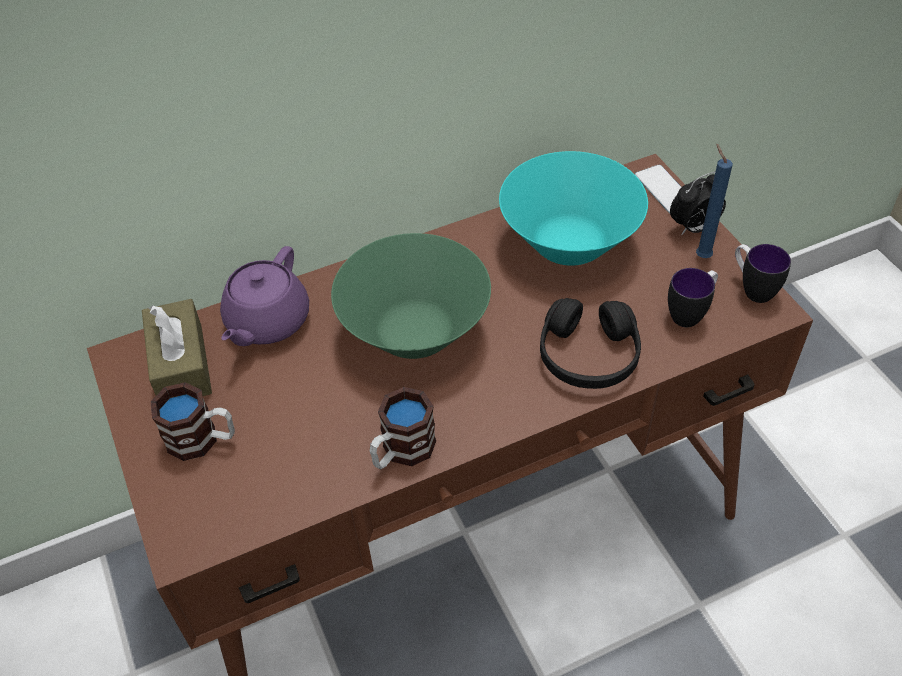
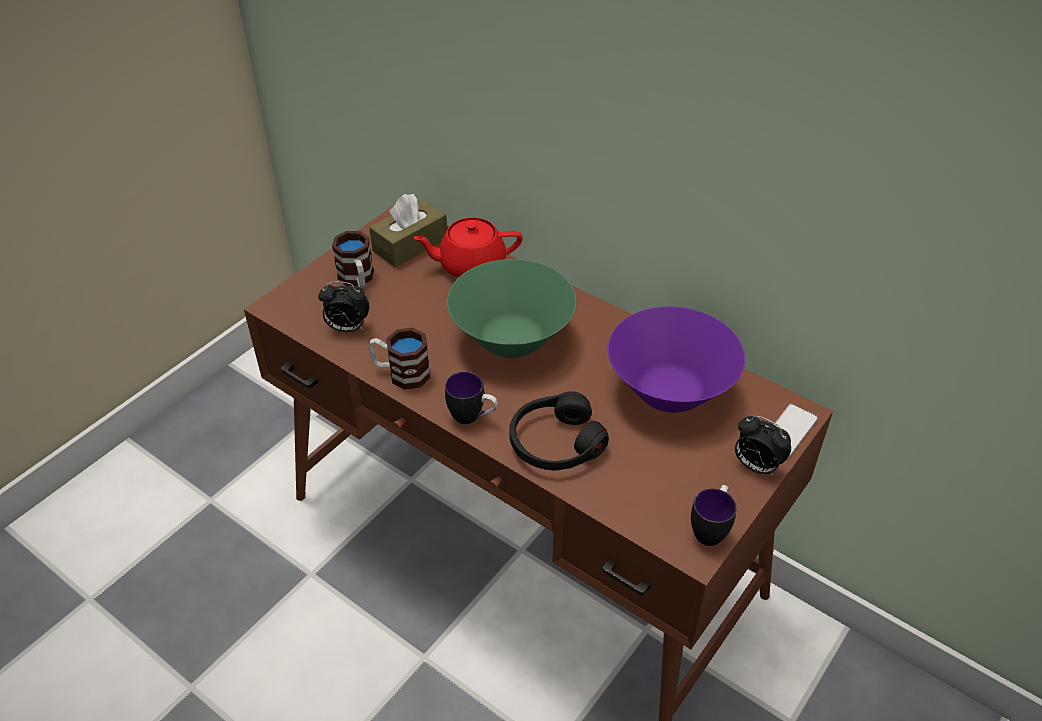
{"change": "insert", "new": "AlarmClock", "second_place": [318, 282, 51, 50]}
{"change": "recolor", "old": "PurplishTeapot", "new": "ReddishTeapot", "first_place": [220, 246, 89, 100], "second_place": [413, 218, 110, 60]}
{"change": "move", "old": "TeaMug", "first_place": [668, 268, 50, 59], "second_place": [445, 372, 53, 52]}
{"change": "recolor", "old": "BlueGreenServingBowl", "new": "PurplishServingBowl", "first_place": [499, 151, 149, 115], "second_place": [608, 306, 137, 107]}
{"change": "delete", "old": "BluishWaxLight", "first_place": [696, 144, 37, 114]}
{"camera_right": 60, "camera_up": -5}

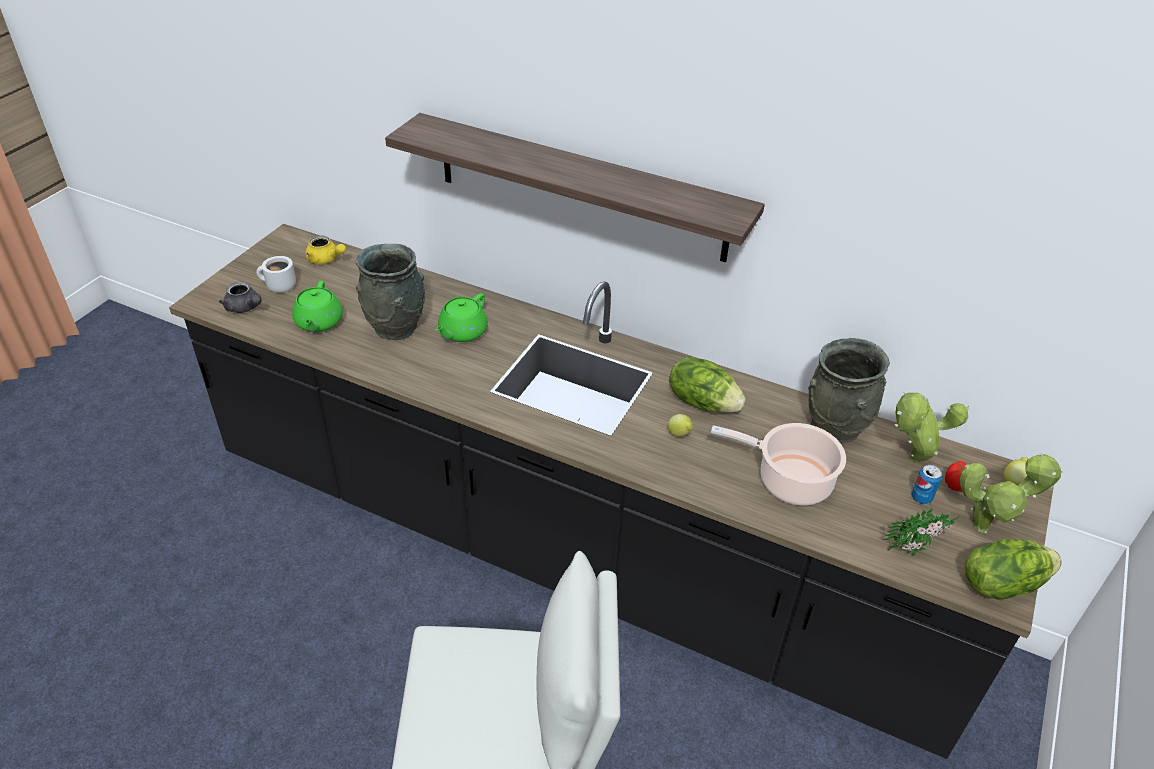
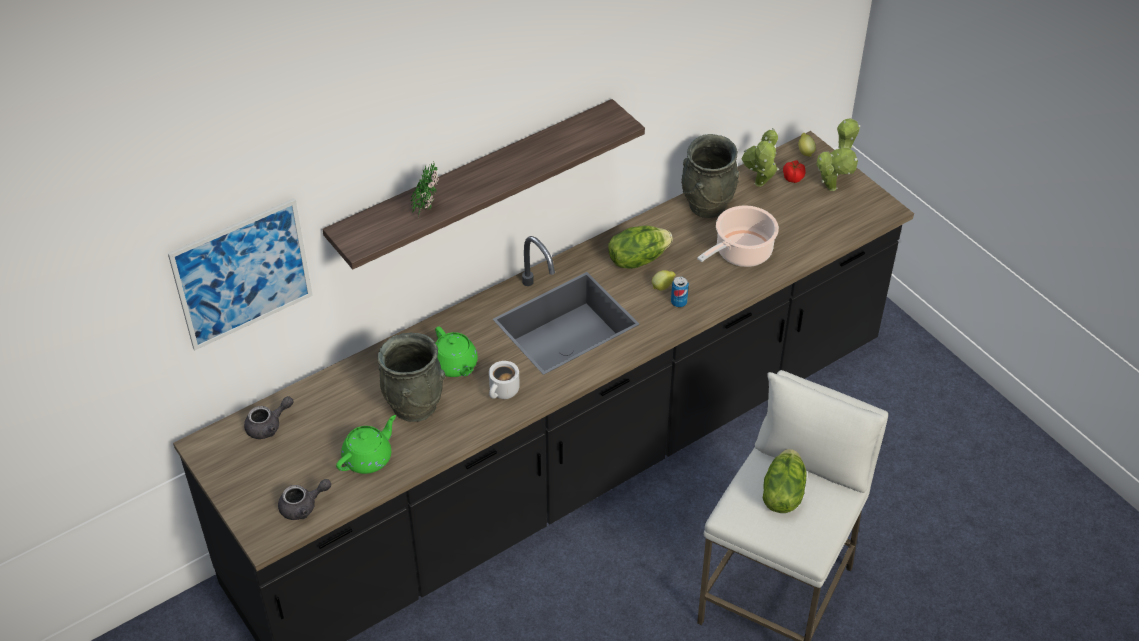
{"change": "insert", "new": "WallArt", "second_place": [168, 198, 145, 152]}
{"change": "recolor", "old": "YellowTeapot", "new": "GreyTeapot", "first_place": [305, 236, 41, 28], "second_place": [244, 396, 49, 43]}
{"change": "rotate", "old": "GreenColouredTeapot", "first_place": [292, 281, 51, 51], "second_place": [336, 415, 60, 59], "degrees": -75}
{"change": "move", "old": "Houseplant", "first_place": [884, 508, 73, 48], "second_place": [411, 161, 28, 58]}
{"change": "move", "old": "WhitishTeaMug", "first_place": [256, 256, 40, 37], "second_place": [489, 361, 31, 38]}
{"change": "move", "old": "Can", "first_place": [912, 465, 30, 39], "second_place": [671, 277, 18, 30]}
{"change": "move", "old": "LettuceHead", "first_place": [964, 539, 98, 60], "second_place": [763, 449, 44, 64]}
{"camera_right": -60, "camera_up": 5}

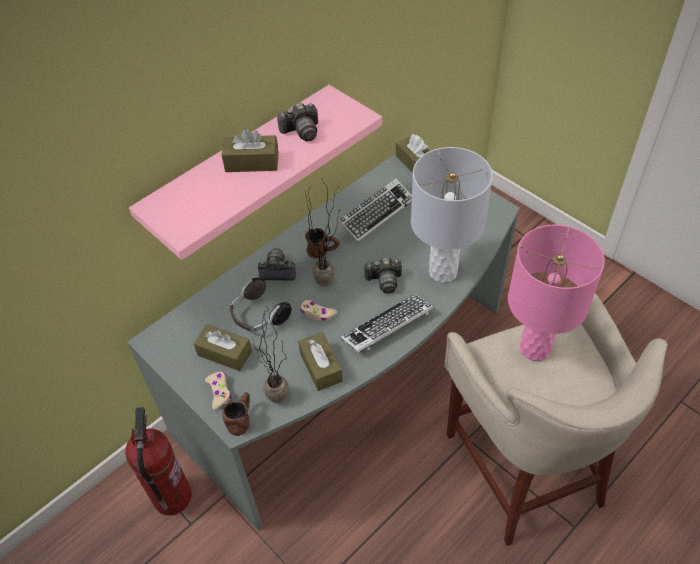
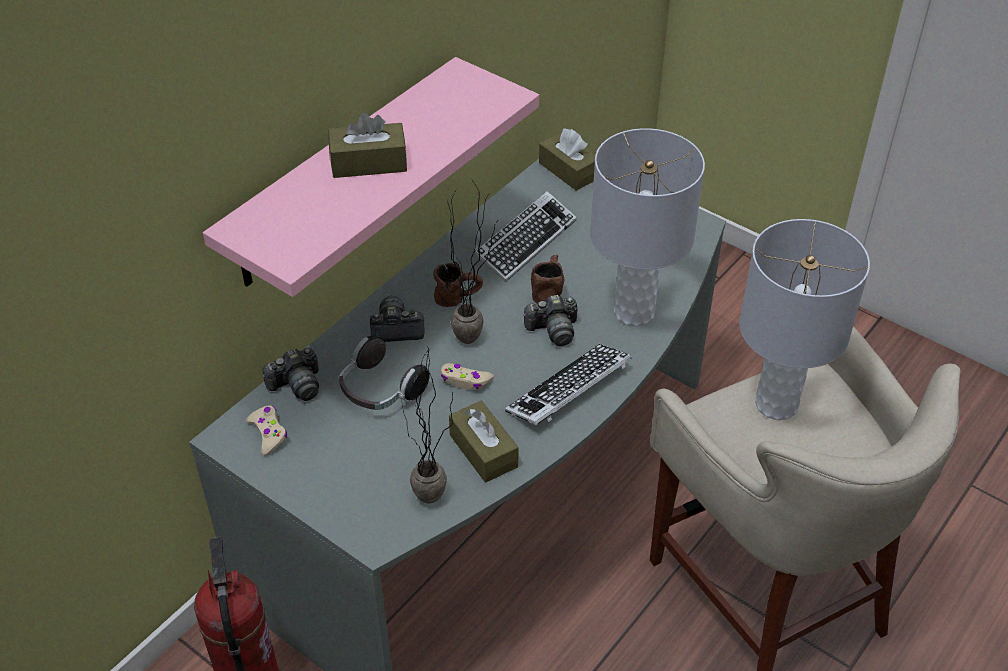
{"change": "move", "old": "SandColouredGamepad", "first_place": [205, 372, 26, 38], "second_place": [246, 405, 41, 51]}
{"change": "move", "old": "StillCamera", "first_place": [277, 103, 41, 39], "second_place": [262, 348, 57, 53]}
{"change": "move", "old": "BrownTeaMug", "first_place": [222, 392, 28, 44], "second_place": [531, 255, 33, 48]}
{"change": "recolor", "old": "PinkTabletopLamp", "new": "GreyTabletopLamp", "first_place": [508, 225, 97, 136], "second_place": [739, 219, 131, 201]}
{"change": "delete", "old": "BrownTissueBox", "first_place": [194, 324, 58, 47]}
{"camera_right": -10, "camera_up": -5}

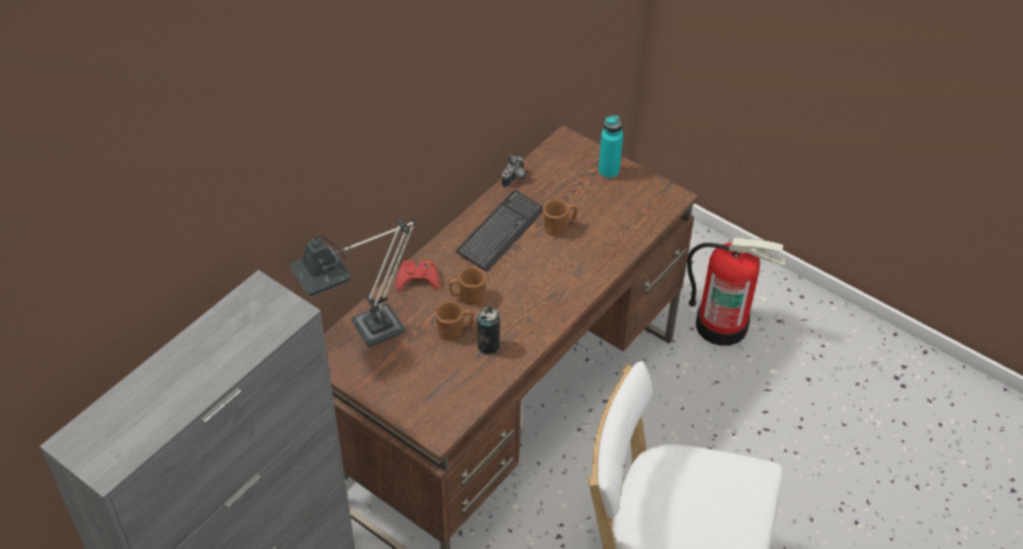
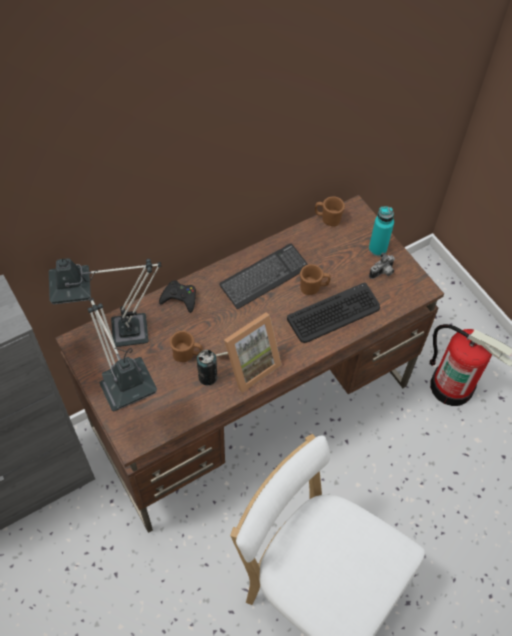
{"change": "insert", "new": "TabletopLamp", "second_place": [88, 297, 69, 114]}
{"change": "recolor", "old": "ReddishGamepad", "new": "BlackishGamepad", "first_place": [396, 260, 44, 31], "second_place": [159, 280, 37, 33]}
{"change": "insert", "new": "StandingFrame", "second_place": [216, 312, 66, 81]}
{"change": "insert", "new": "PcKeyboard", "second_place": [287, 283, 93, 60]}
{"change": "move", "old": "BrownTeaMug", "first_place": [449, 267, 37, 38], "second_place": [315, 197, 30, 29]}
{"change": "move", "old": "StillCamera", "first_place": [502, 154, 25, 34], "second_place": [369, 252, 26, 27]}
{"camera_right": 20, "camera_up": 10}

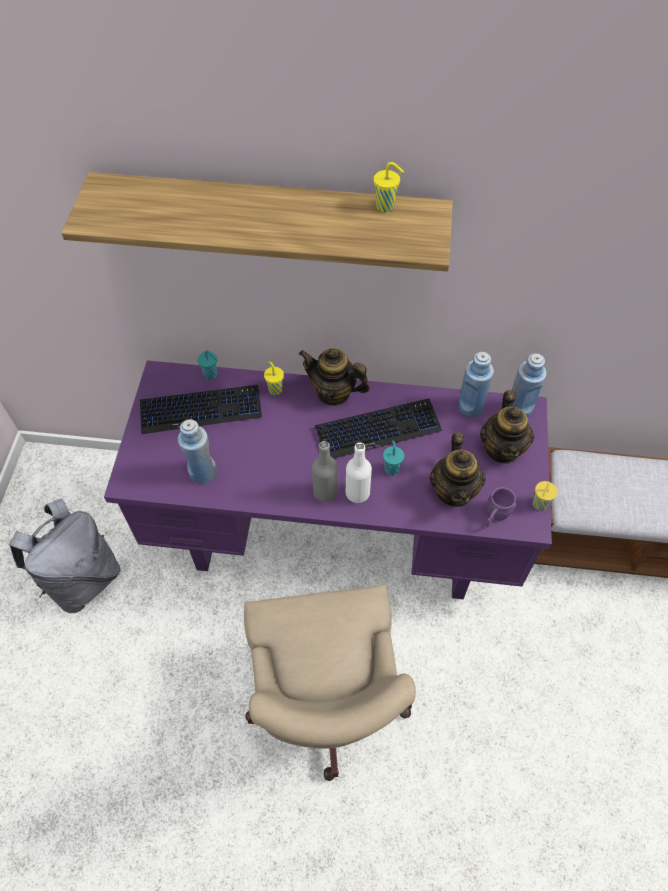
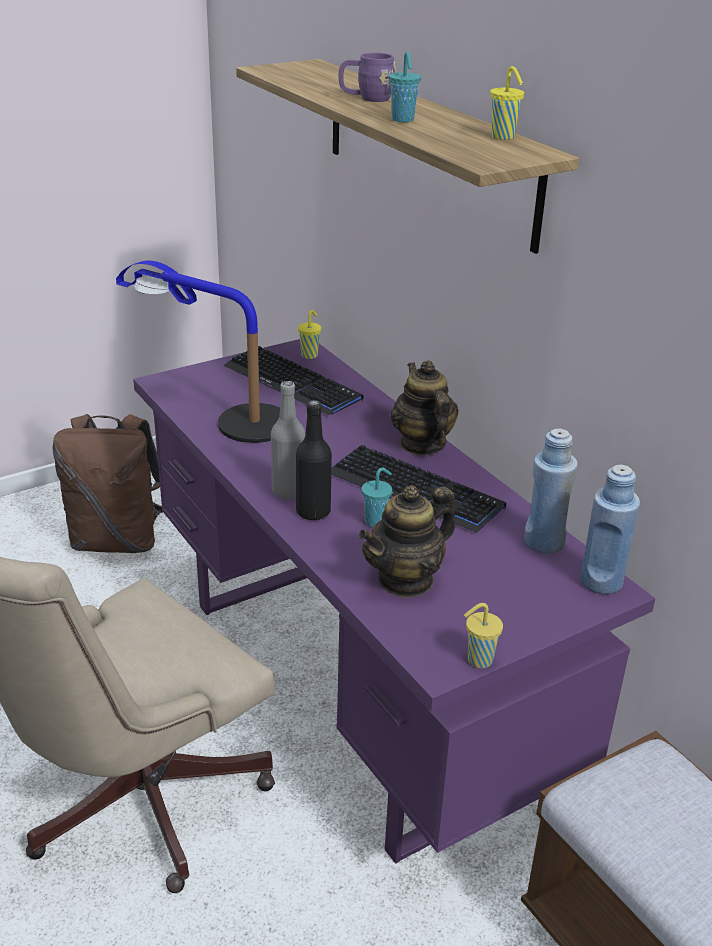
{"change": "recolor", "old": "GreyKnapsack", "new": "BrownKnapsack", "first_place": [9, 499, 112, 114], "second_place": [52, 414, 111, 139]}
{"change": "replace", "old": "BluishBottle", "new": "TabletopLamp", "first_place": [178, 419, 39, 65], "second_place": [116, 261, 164, 182]}
{"change": "recolor", "old": "WhitishBottle", "new": "BlackishBottle", "first_place": [346, 442, 26, 61], "second_place": [296, 400, 36, 121]}
{"change": "move", "old": "YellowDrinkingCup", "first_place": [264, 361, 20, 34], "second_place": [298, 310, 23, 49]}
{"change": "move", "old": "PurplishTeaMug", "first_place": [486, 487, 30, 40], "second_place": [339, 52, 58, 50]}
{"change": "move", "old": "BlueGreenDrinkingCup", "first_place": [197, 350, 20, 30], "second_place": [389, 52, 32, 70]}
{"change": "delete", "old": "Teapot", "first_place": [480, 390, 55, 74]}
{"camera_right": 50, "camera_up": -25}

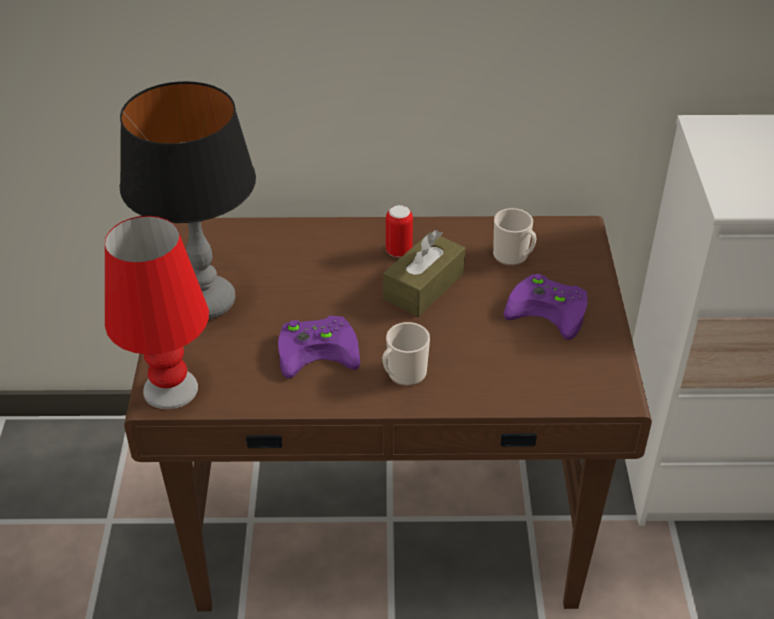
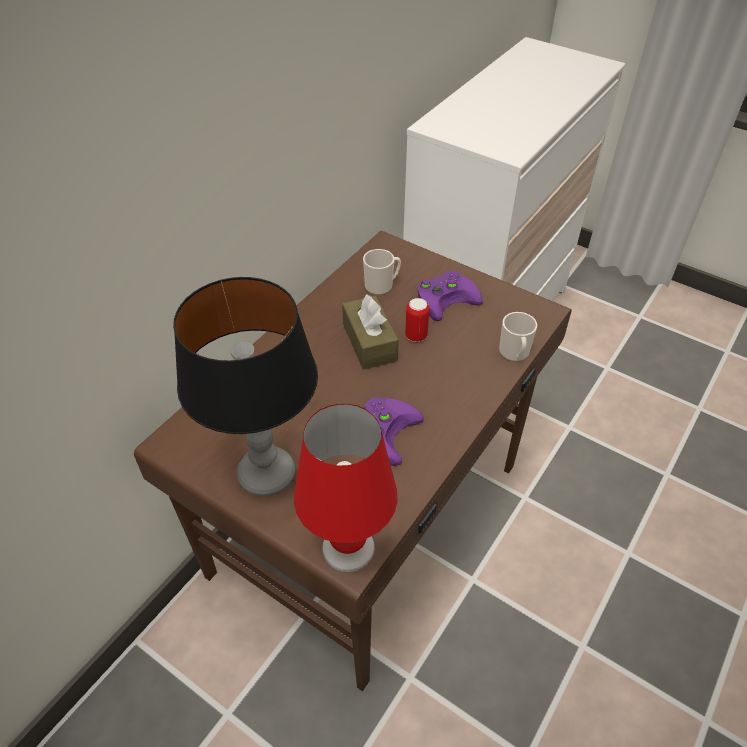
{"change": "move", "old": "Can", "first_place": [386, 205, 27, 52], "second_place": [405, 298, 25, 44]}
{"change": "move", "old": "TeaMug", "first_place": [382, 322, 48, 64], "second_place": [499, 312, 38, 50]}
{"camera_right": -55, "camera_up": 5}

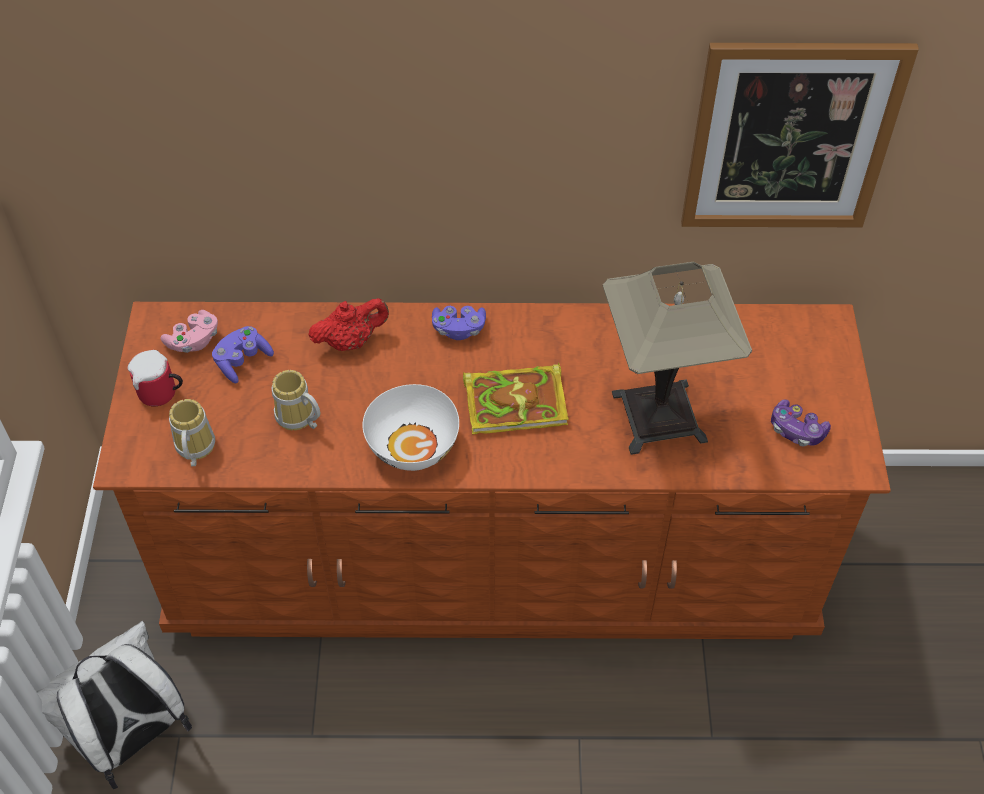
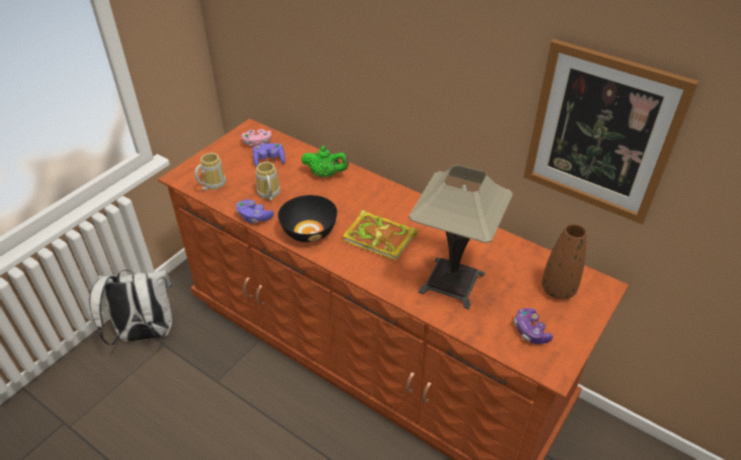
{"change": "move", "old": "PurplishGamepad", "first_place": [432, 306, 54, 34], "second_place": [236, 199, 38, 24]}
{"change": "recolor", "old": "WhitishServingBowl", "new": "BlackishServingBowl", "first_place": [363, 384, 96, 87], "second_place": [278, 195, 59, 47]}
{"change": "recolor", "old": "ReddishTeapot", "new": "GreenColouredTeapot", "first_place": [308, 298, 81, 53], "second_place": [301, 146, 48, 31]}
{"change": "insert", "new": "BrownVase", "second_place": [542, 224, 45, 75]}
{"change": "delete", "old": "TeaMug", "first_place": [128, 350, 55, 56]}
{"camera_right": 35, "camera_up": -10}

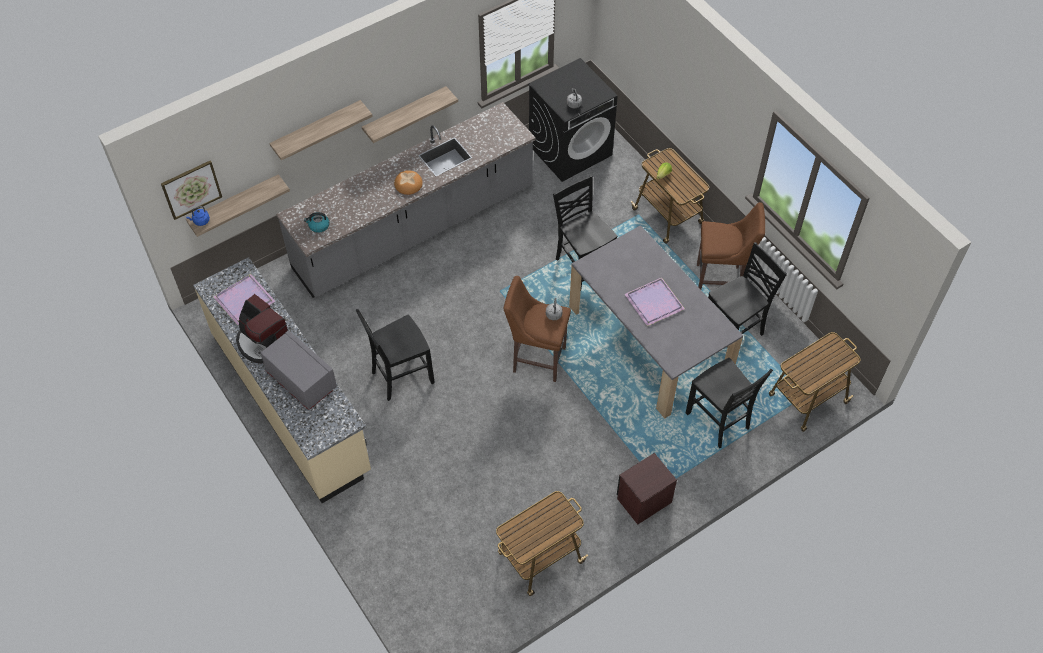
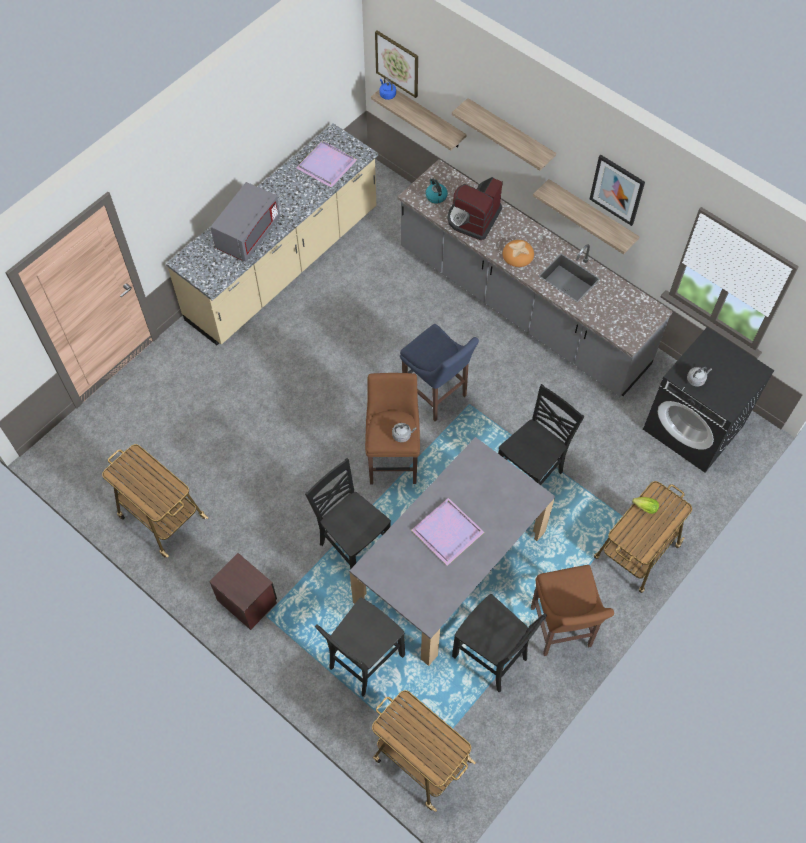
{"change": "move", "old": "BlackishPlainChair", "first_place": [356, 309, 79, 92], "second_place": [305, 458, 86, 111]}
{"change": "insert", "new": "BluishSittingStool", "second_place": [400, 324, 79, 97]}
{"change": "move", "old": "CoffeeMaker", "first_place": [236, 294, 52, 69], "second_place": [448, 177, 55, 63]}
{"change": "insert", "new": "WallArt", "second_place": [590, 155, 55, 71]}
{"camera_right": 75, "camera_up": 5}

